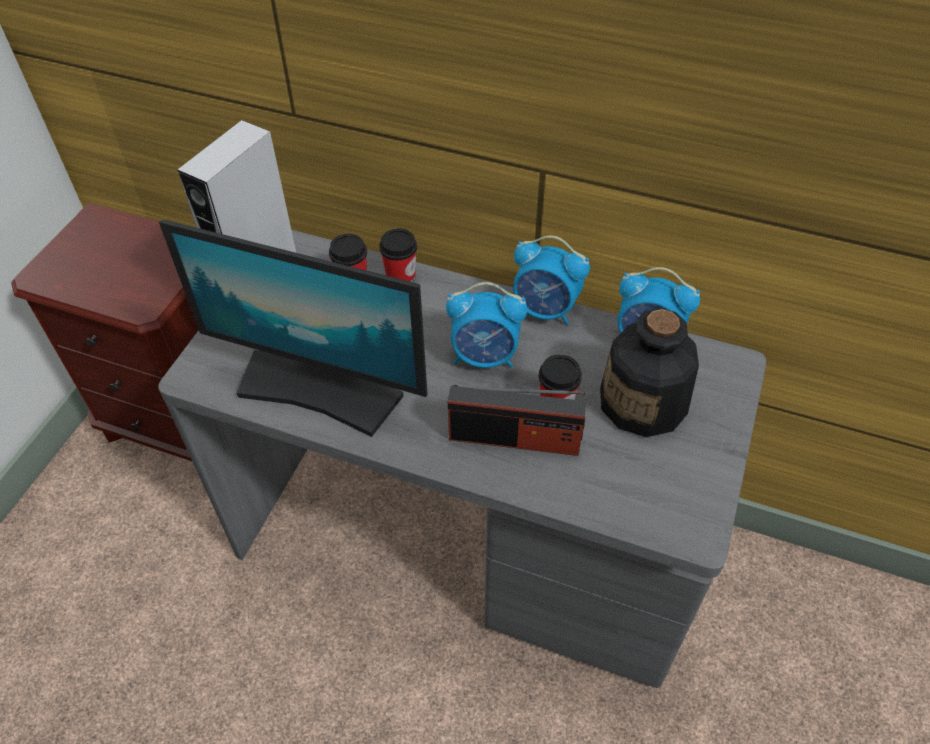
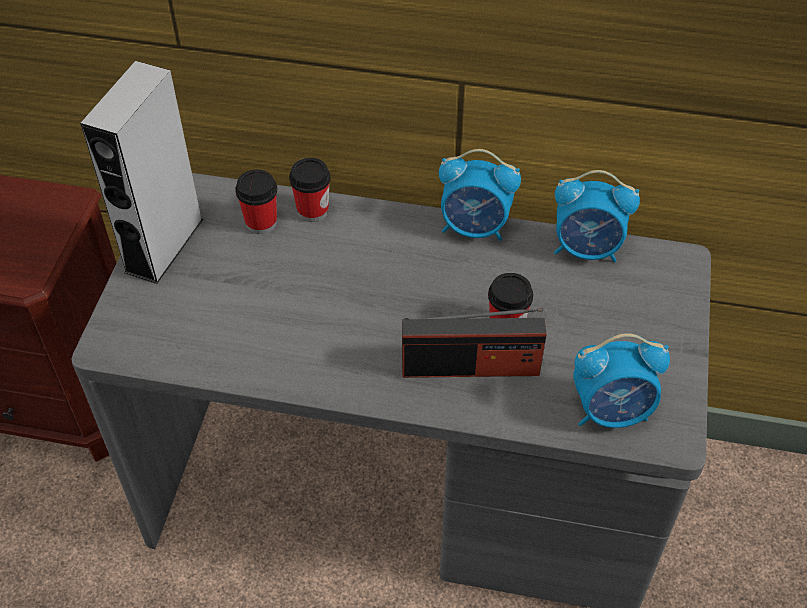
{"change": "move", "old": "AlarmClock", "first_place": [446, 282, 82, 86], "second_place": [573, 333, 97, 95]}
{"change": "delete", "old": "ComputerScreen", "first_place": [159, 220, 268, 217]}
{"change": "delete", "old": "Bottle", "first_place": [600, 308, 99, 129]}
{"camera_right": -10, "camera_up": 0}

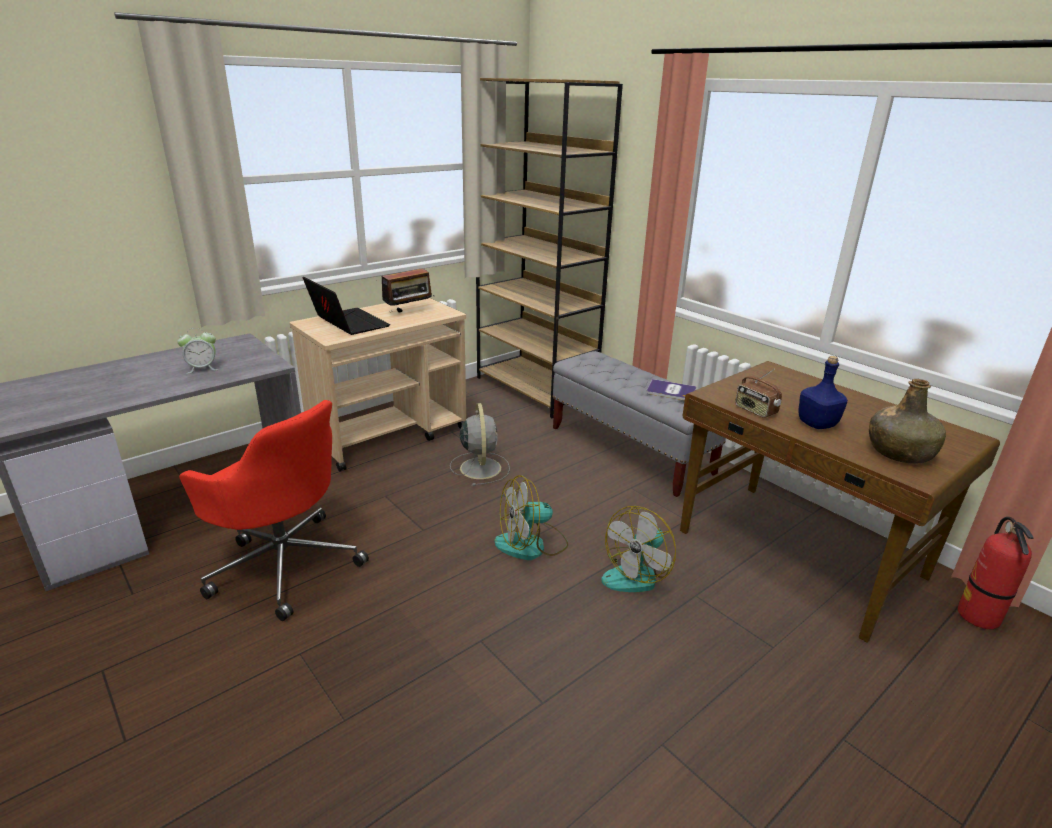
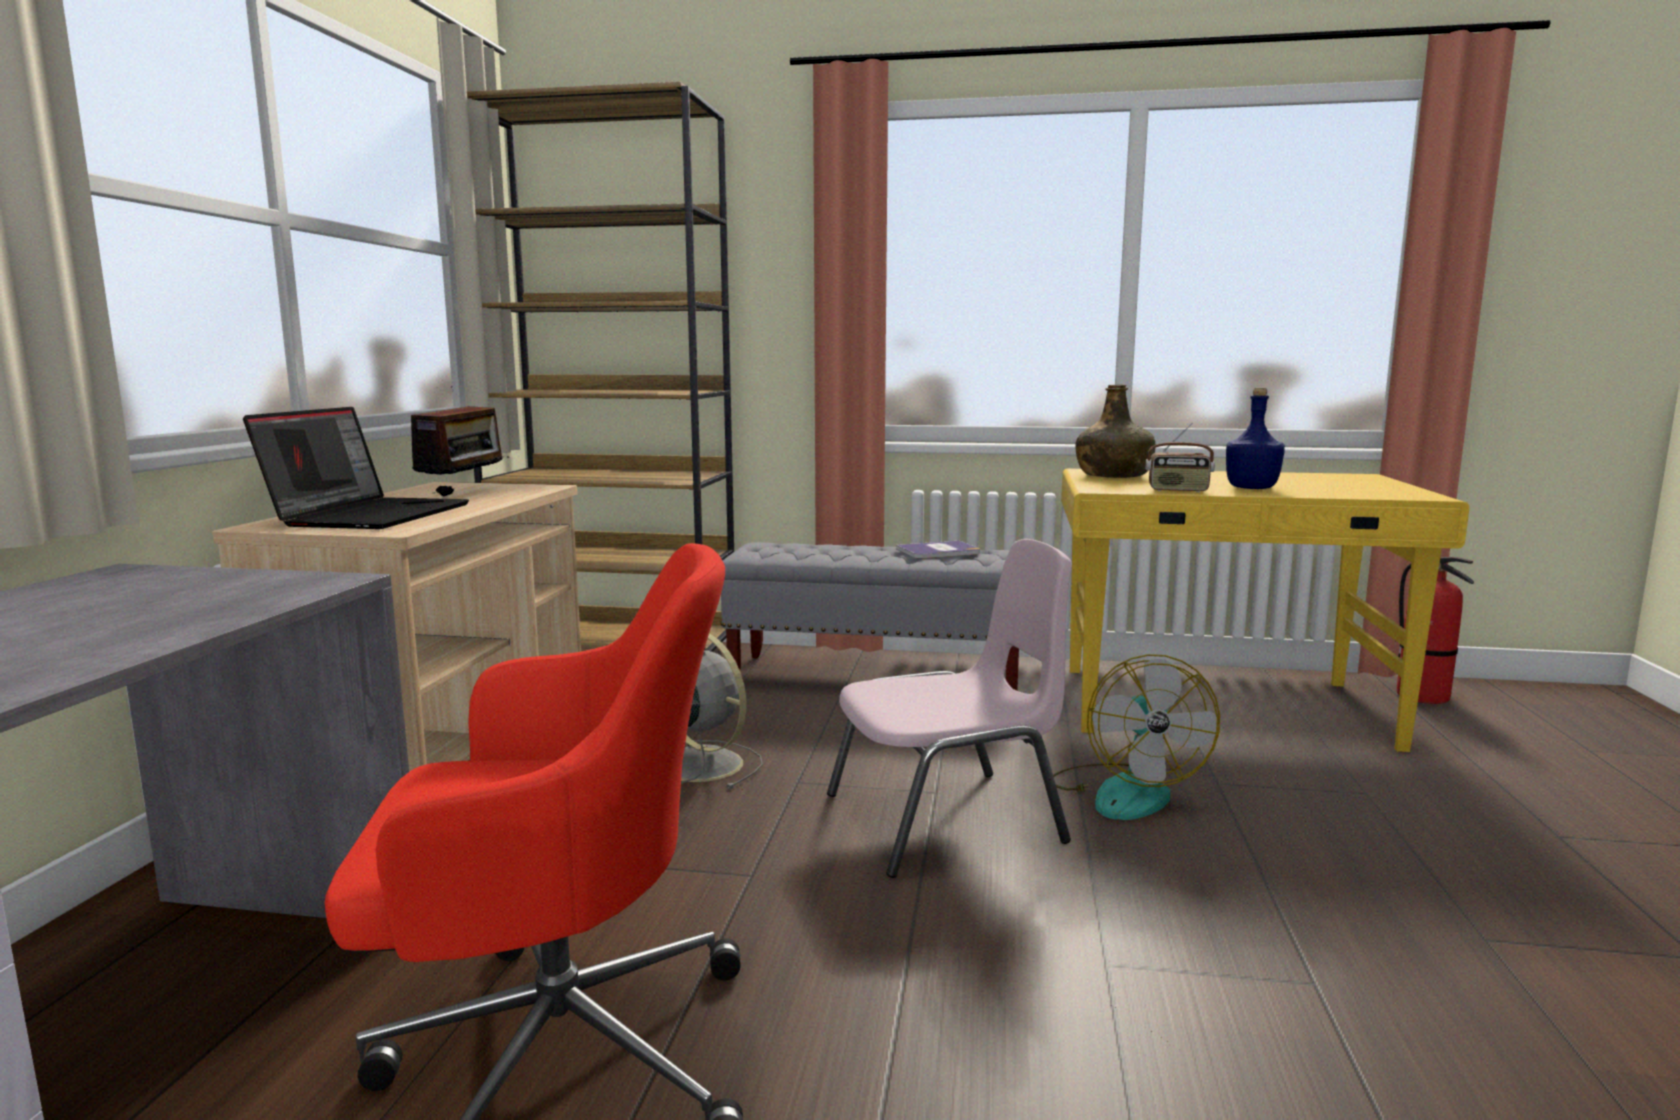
{"change": "rotate", "old": "NotebookComputer", "first_place": [303, 277, 87, 58], "second_place": [243, 407, 226, 122], "degrees": 90}
{"change": "replace", "old": "Fan", "new": "PinkPlainChair", "first_place": [494, 475, 74, 85], "second_place": [827, 539, 245, 339]}
{"change": "recolor", "old": "BrownDeskUnit", "new": "YellowDeskUnit", "first_place": [680, 361, 320, 282], "second_place": [1061, 469, 408, 283]}
{"change": "move", "old": "GreenColouredBottle", "first_place": [869, 379, 77, 85], "second_place": [1075, 385, 80, 93]}
{"change": "delete", "old": "AlarmClock", "first_place": [177, 328, 41, 46]}
{"camera_right": -40, "camera_up": -15}

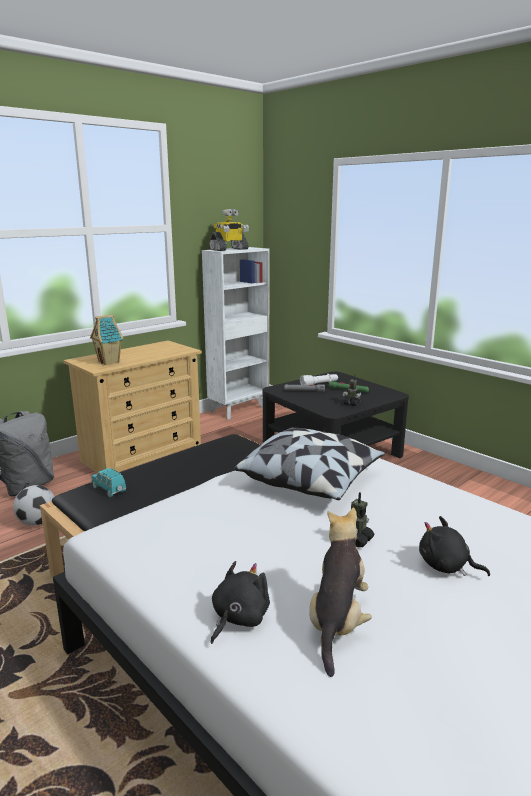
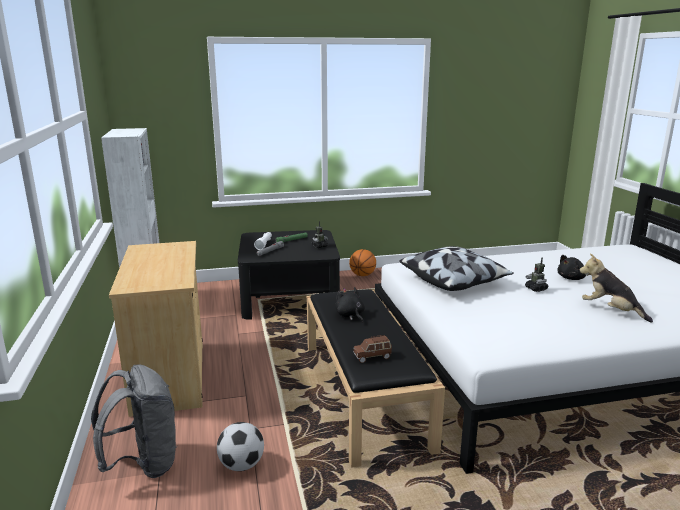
{"change": "move", "old": "BlackishPlushToy", "first_place": [211, 561, 59, 83], "second_place": [335, 287, 30, 36]}
{"change": "insert", "new": "BallForBasketball", "second_place": [349, 249, 27, 27]}
{"change": "recolor", "old": "BlueGreenToyCar", "new": "BrownToyCar", "first_place": [92, 468, 34, 29], "second_place": [353, 335, 39, 28]}
{"change": "delete", "old": "MiniatureHouse", "first_place": [90, 314, 34, 51]}
{"change": "delete", "old": "ModelRobot", "first_place": [209, 209, 40, 42]}
{"camera_right": -60, "camera_up": 0}

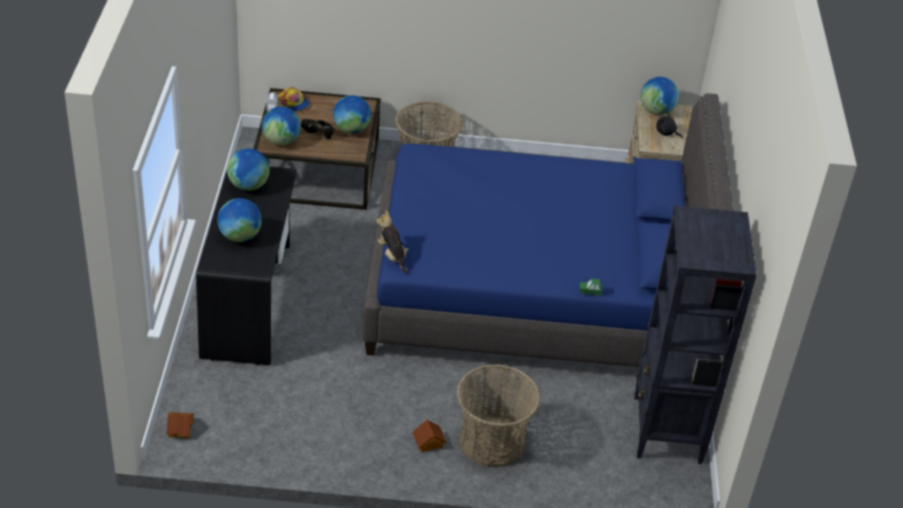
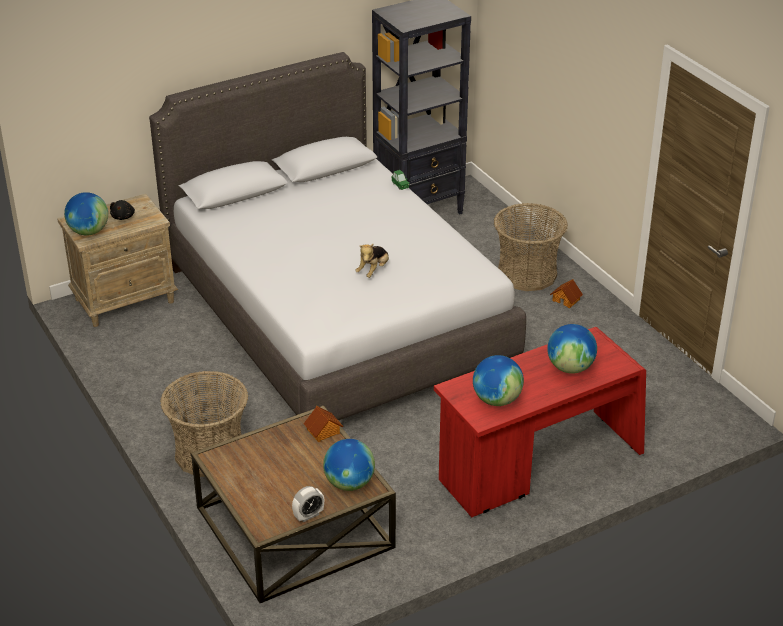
{"change": "recolor", "old": "BluishBedroomBed", "new": "GreyBedroomBed", "first_place": [362, 93, 371, 274], "second_place": [149, 52, 377, 368]}
{"change": "move", "old": "MiniatureHouse", "first_place": [167, 412, 27, 26], "second_place": [304, 406, 39, 36]}
{"change": "move", "old": "PlushToy", "first_place": [376, 210, 33, 65], "second_place": [355, 244, 34, 34]}
{"change": "recolor", "old": "BlackishDeskUnit", "new": "ReddishDeskUnit", "first_place": [196, 166, 101, 199], "second_place": [434, 327, 212, 190]}
{"change": "delete", "old": "Cap", "first_place": [278, 87, 32, 25]}
{"change": "delete", "old": "BlackishLowShoe", "first_place": [301, 119, 33, 20]}
{"change": "delete", "old": "WorldGlobe", "first_place": [333, 95, 38, 39]}
{"camera_right": -120, "camera_up": -5}

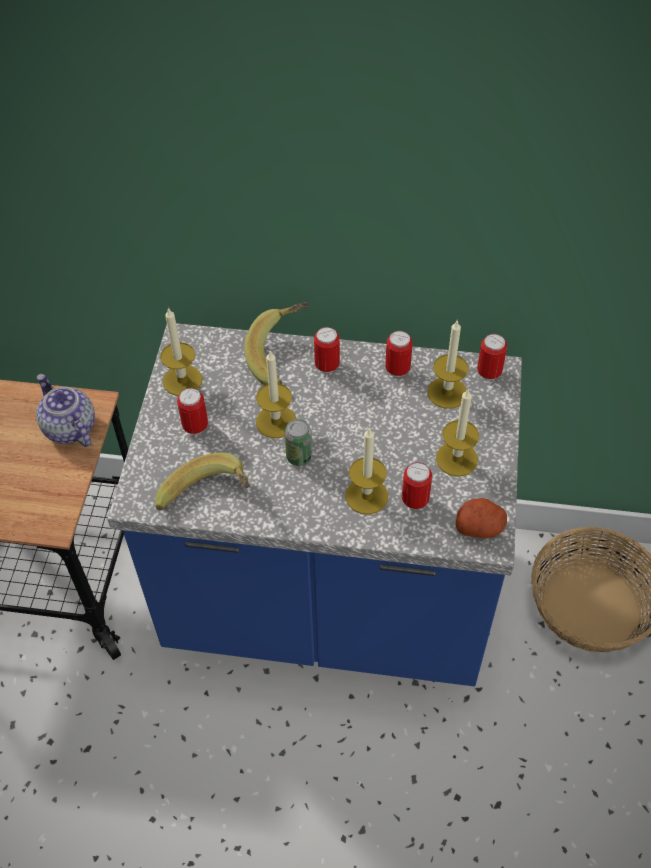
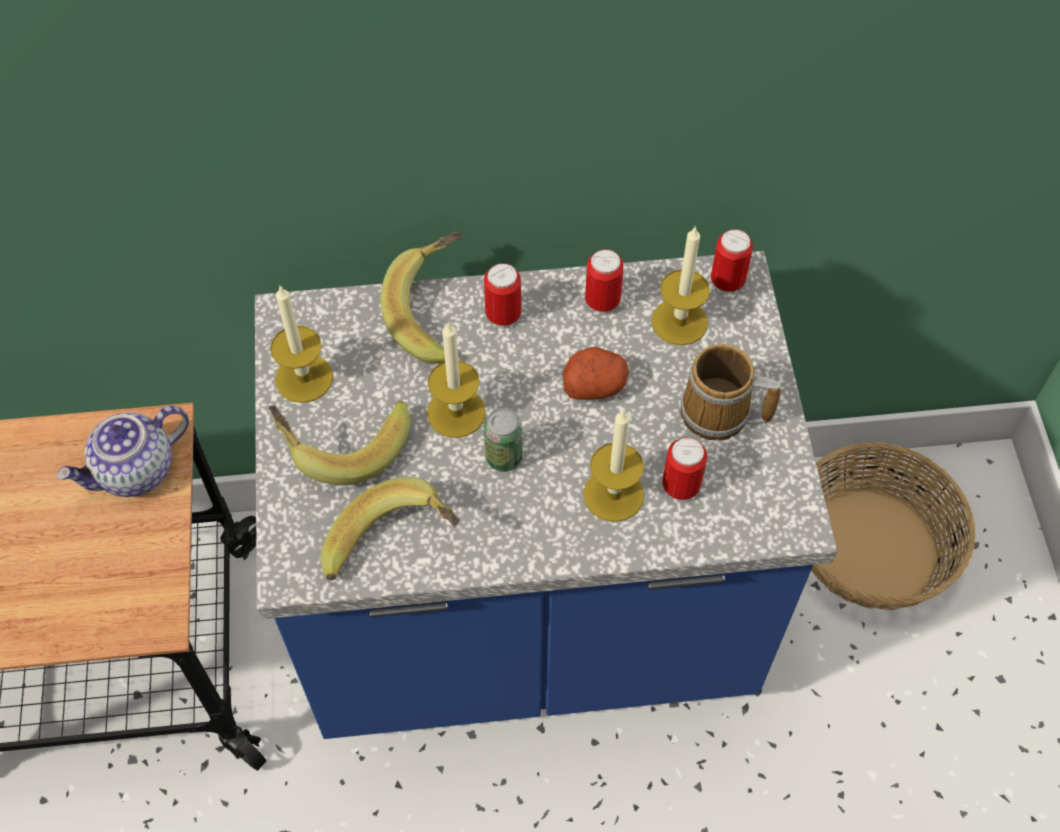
{"change": "rotate", "old": "Teapot", "first_place": [36, 374, 59, 73], "second_place": [56, 406, 133, 91], "degrees": -75}
{"change": "replace", "old": "Can", "new": "WholeBanana", "first_place": [177, 388, 31, 47], "second_place": [269, 401, 142, 84]}
{"change": "move", "old": "WholePotato", "first_place": [456, 498, 51, 40], "second_place": [563, 347, 66, 53]}
{"change": "replace", "old": "WaxLight", "new": "TeaMug", "first_place": [436, 388, 43, 89], "second_place": [680, 344, 101, 97]}
{"camera_right": -15, "camera_up": 5}

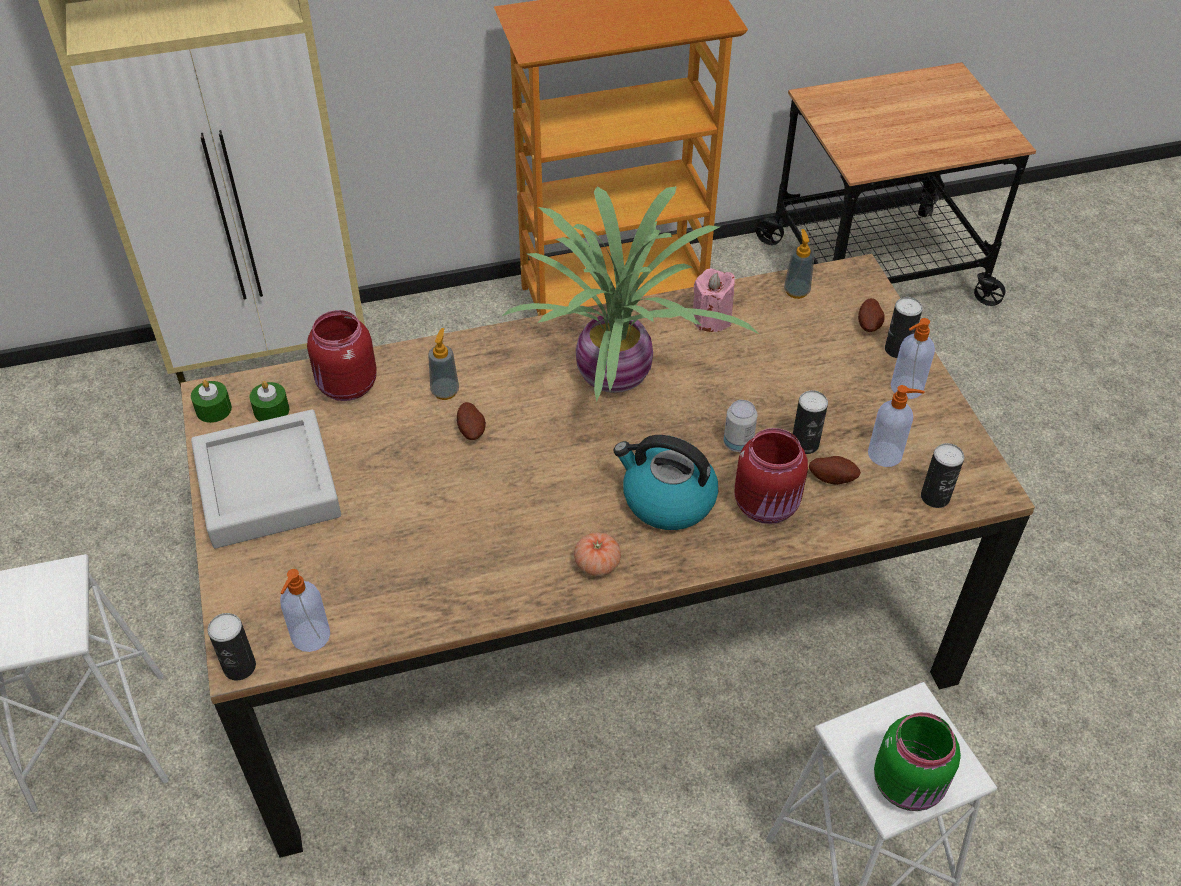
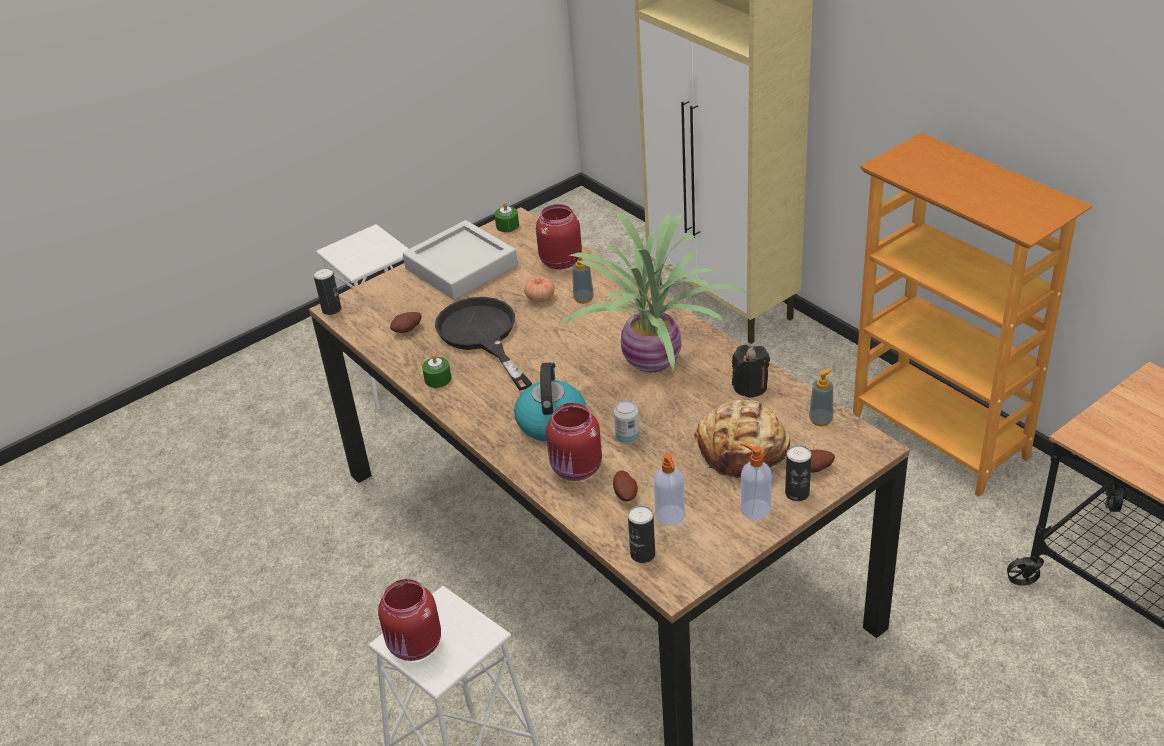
{"change": "recolor", "old": "GreenColouredJar", "new": "ReddishJar", "first_place": [874, 712, 87, 99], "second_place": [378, 579, 63, 82]}
{"change": "move", "old": "WholePotato", "first_place": [457, 402, 29, 38], "second_place": [390, 312, 31, 21]}
{"change": "move", "old": "GreenColouredWaxLight", "first_place": [250, 381, 39, 41], "second_place": [422, 354, 29, 34]}
{"change": "insert", "new": "BlackishFryingPan", "second_place": [435, 297, 97, 94]}
{"change": "move", "old": "Tomato", "first_place": [574, 532, 47, 44], "second_place": [524, 276, 31, 26]}
{"change": "insert", "new": "BakedBread", "second_place": [694, 400, 96, 79]}
{"change": "recolor", "old": "PinkWaxLight", "new": "BlackishWaxLight", "first_place": [693, 269, 42, 63], "second_place": [732, 345, 38, 53]}
{"change": "delete", "old": "SoapBottle", "first_place": [280, 569, 50, 83]}
{"change": "delete", "old": "Can", "first_place": [793, 390, 35, 64]}
{"camera_right": 70, "camera_up": -10}

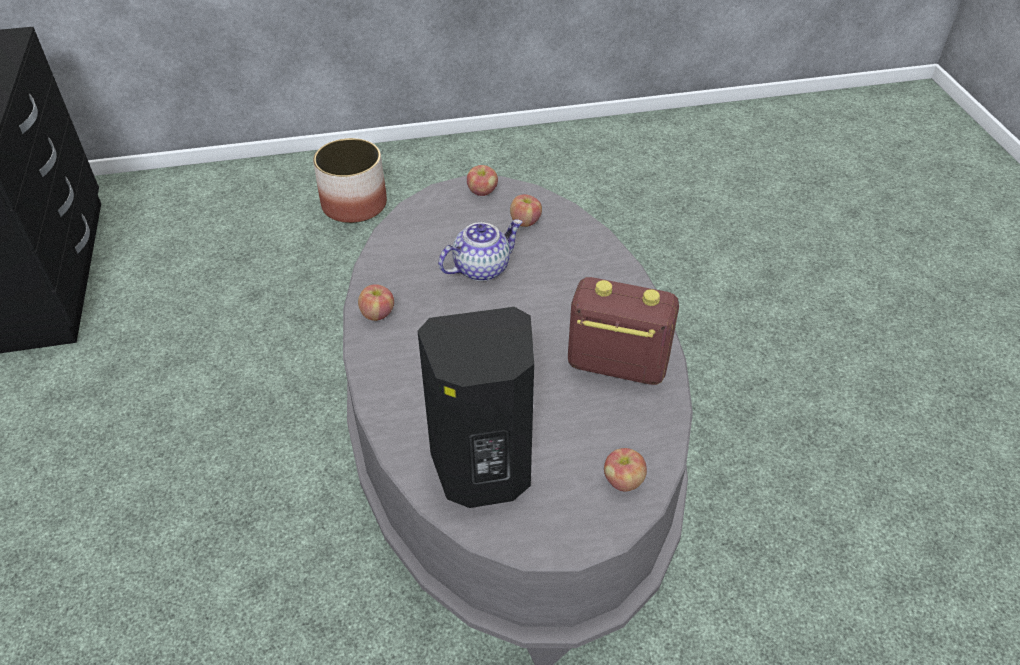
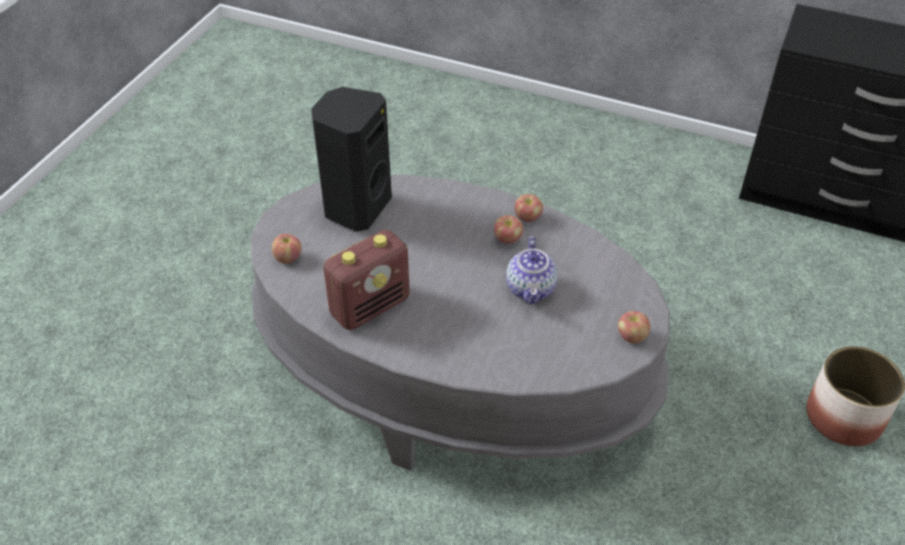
{"change": "move", "old": "AppleFruit", "first_place": [510, 194, 32, 33], "second_place": [494, 215, 29, 29]}
{"camera_right": 125, "camera_up": 0}

